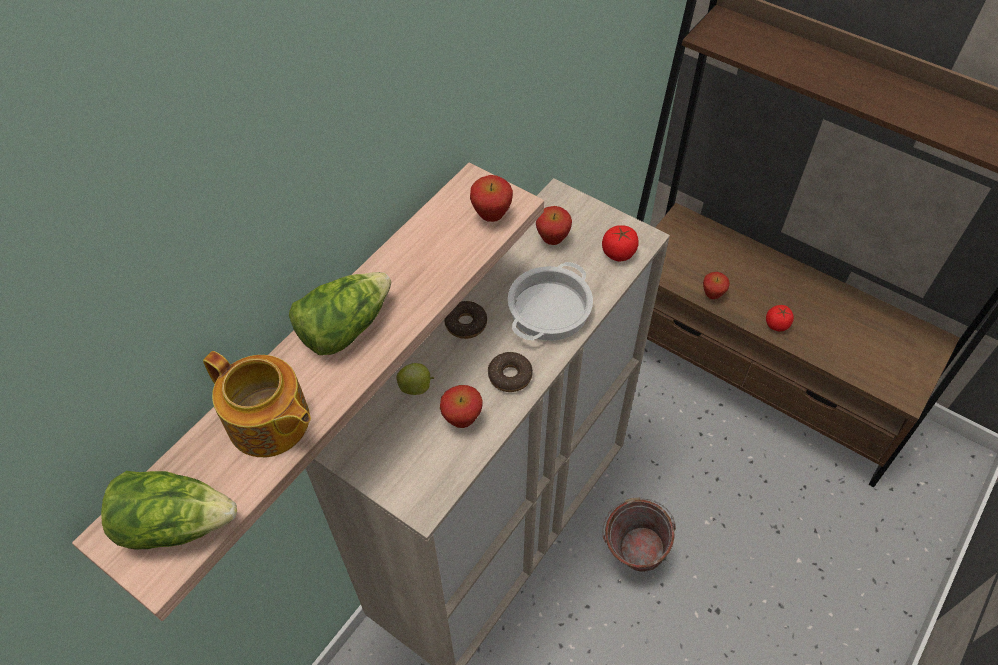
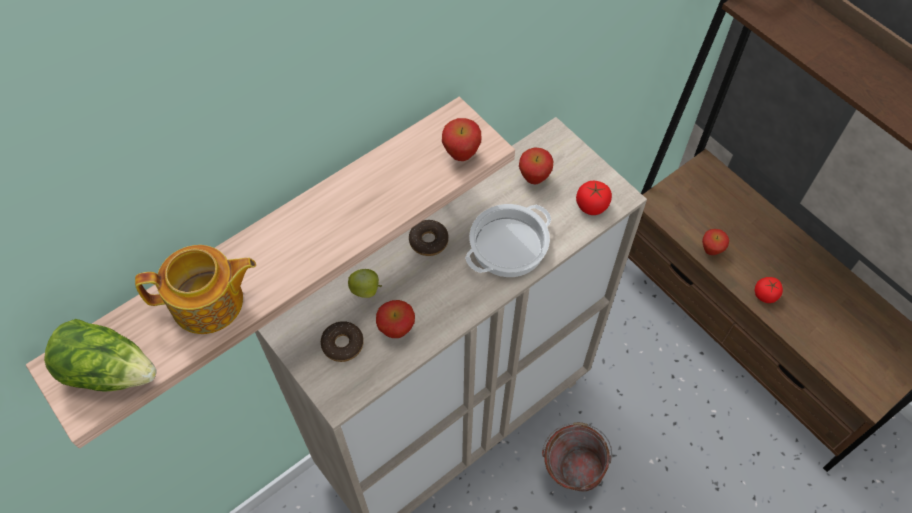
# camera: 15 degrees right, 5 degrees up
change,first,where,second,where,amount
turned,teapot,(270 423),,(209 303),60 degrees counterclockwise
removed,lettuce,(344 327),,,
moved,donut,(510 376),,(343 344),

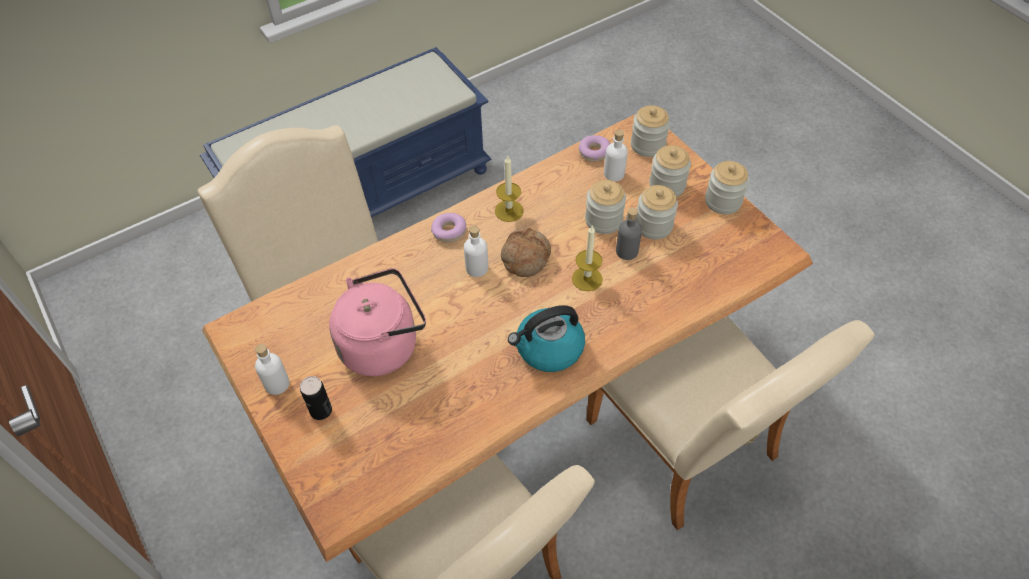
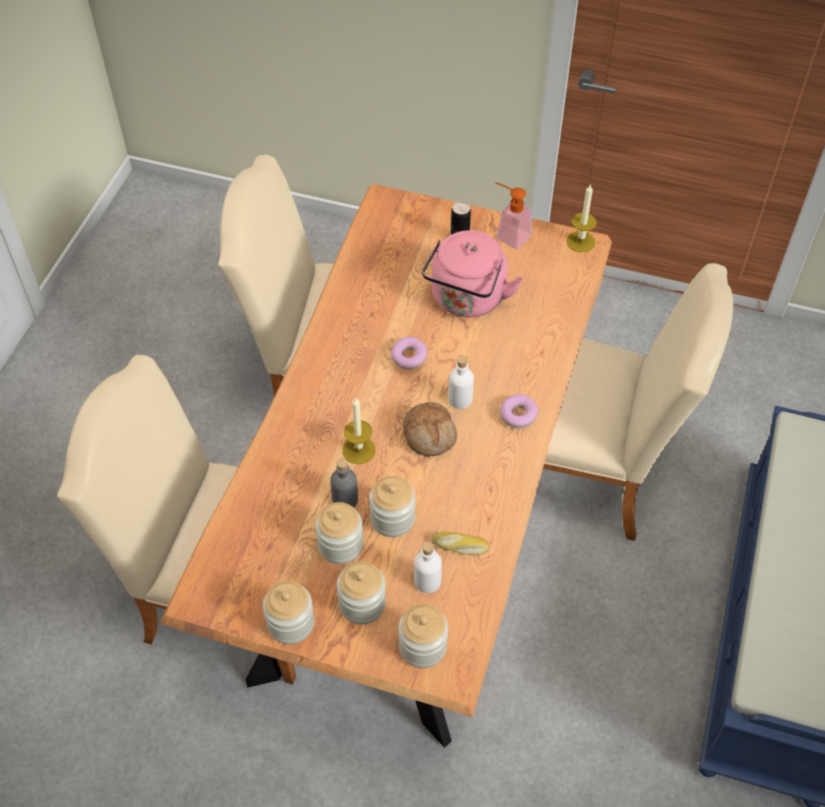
# camera: 140 degrees right, 0 degrees up
change,first,where,second,where,amount
replaced,white bottle,(277 384),soap dispenser,(508 235),
moved,candle,(509 210),,(580 241),
removed,kettle,(548 349),,,
moved,donut,(594 152),,(409 357),
added,,,bread,(460 547),

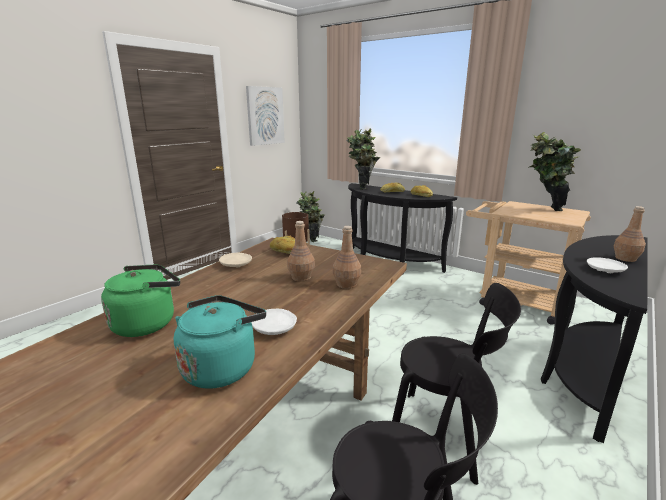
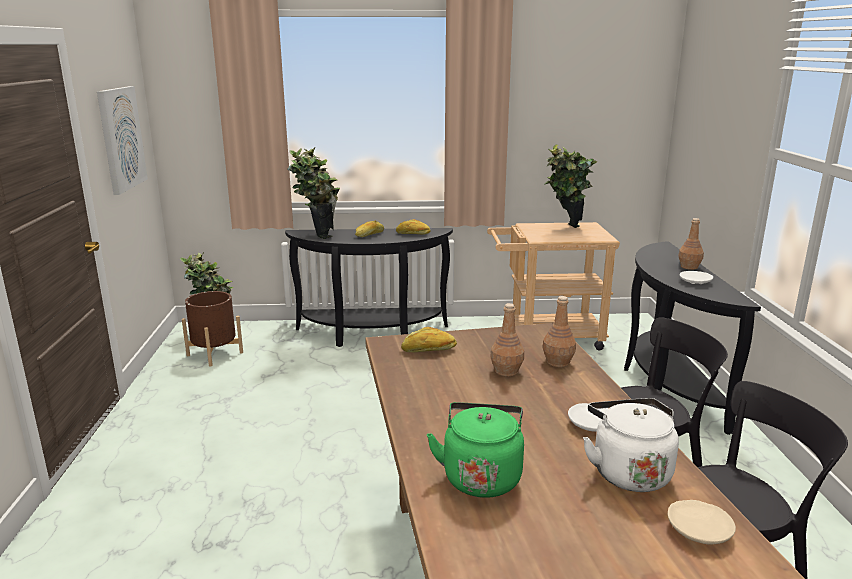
# camera: 40 degrees left, 0 degrees up
change,first,where,second,where,amount
recoloured,turquoise kettle,(222 367),white kettle,(628 471),
moved,beige plate,(236 264),,(699 530),

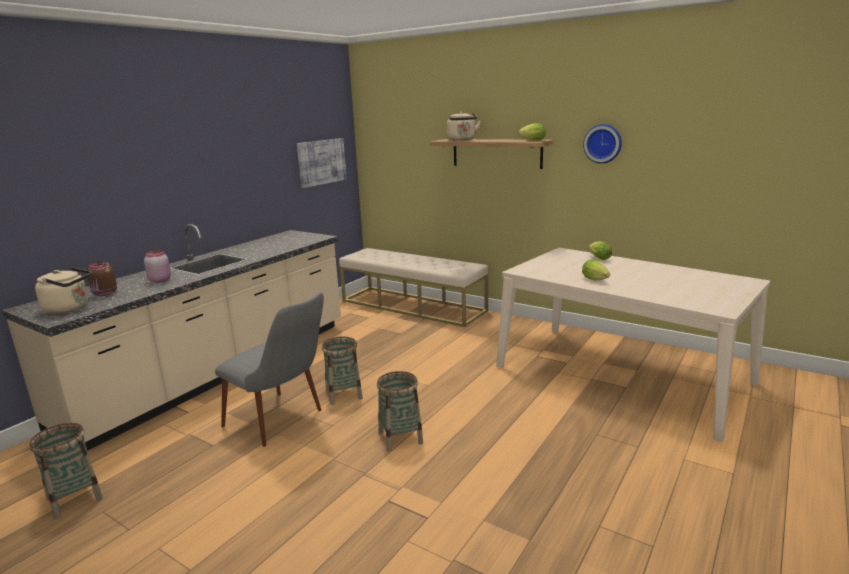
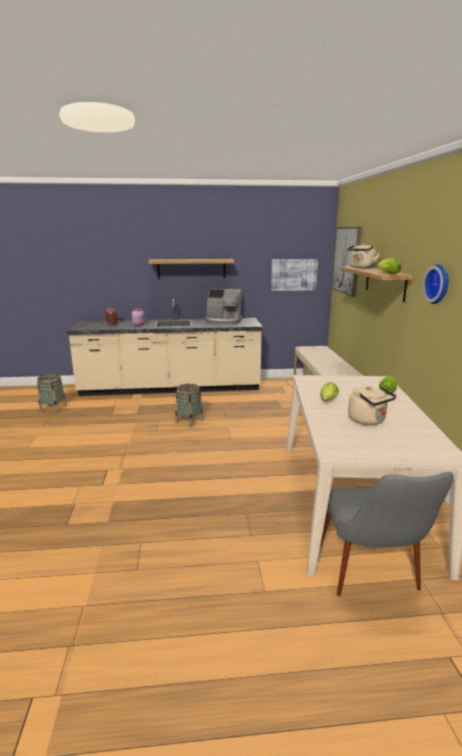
# camera: 50 degrees right, 0 degrees up
change,first,where,second,where,amount
moved,beige kettle,(69 308),,(368 421),
moved,grey chair,(283 423),,(372 579),
removed,basket,(400 438),,,
added,,,shelf,(191 268),
added,,,coffee machine,(223 322),
added,,,picture,(346 260),

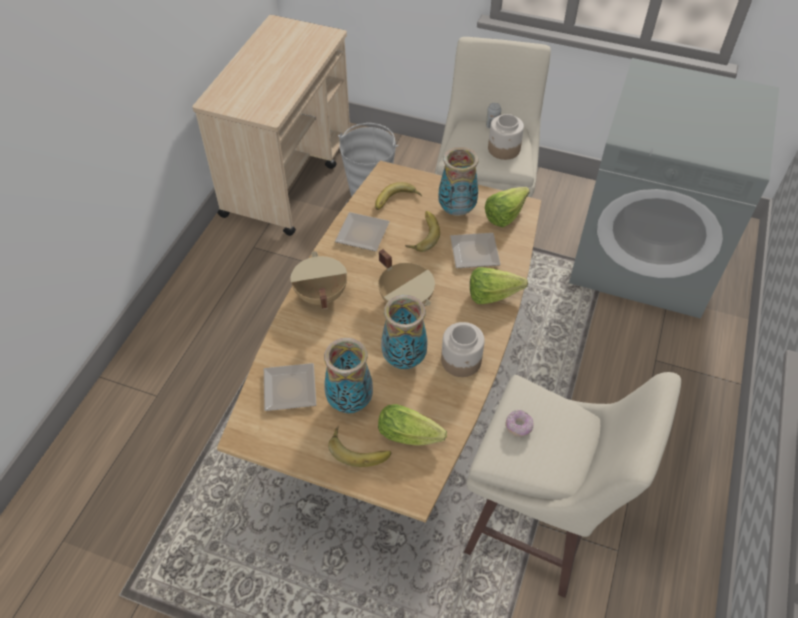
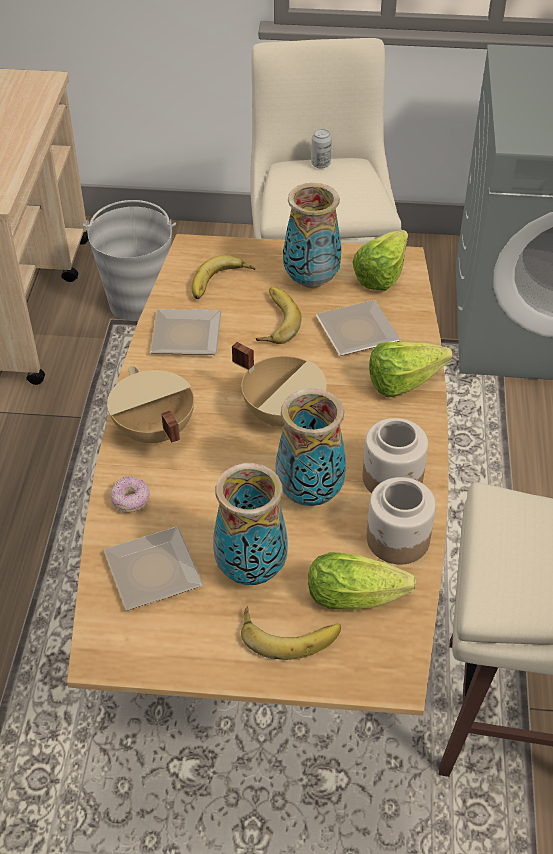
# camera: 15 degrees left, 5 degrees down
change,first,where,second,where,amount
moved,jar,(503 149),,(398 540),
moved,donut,(518 427),,(131 501),

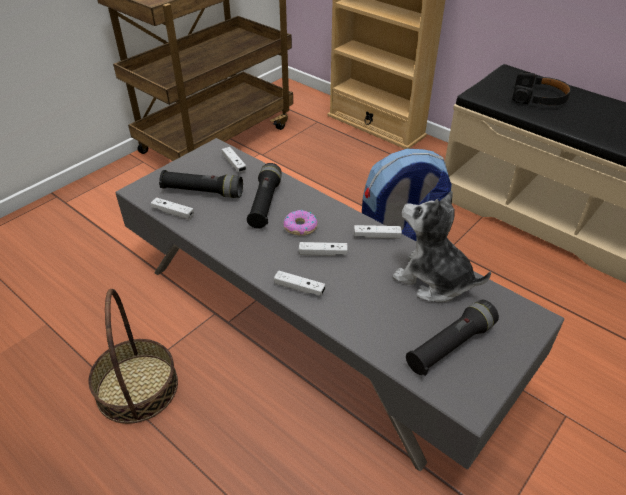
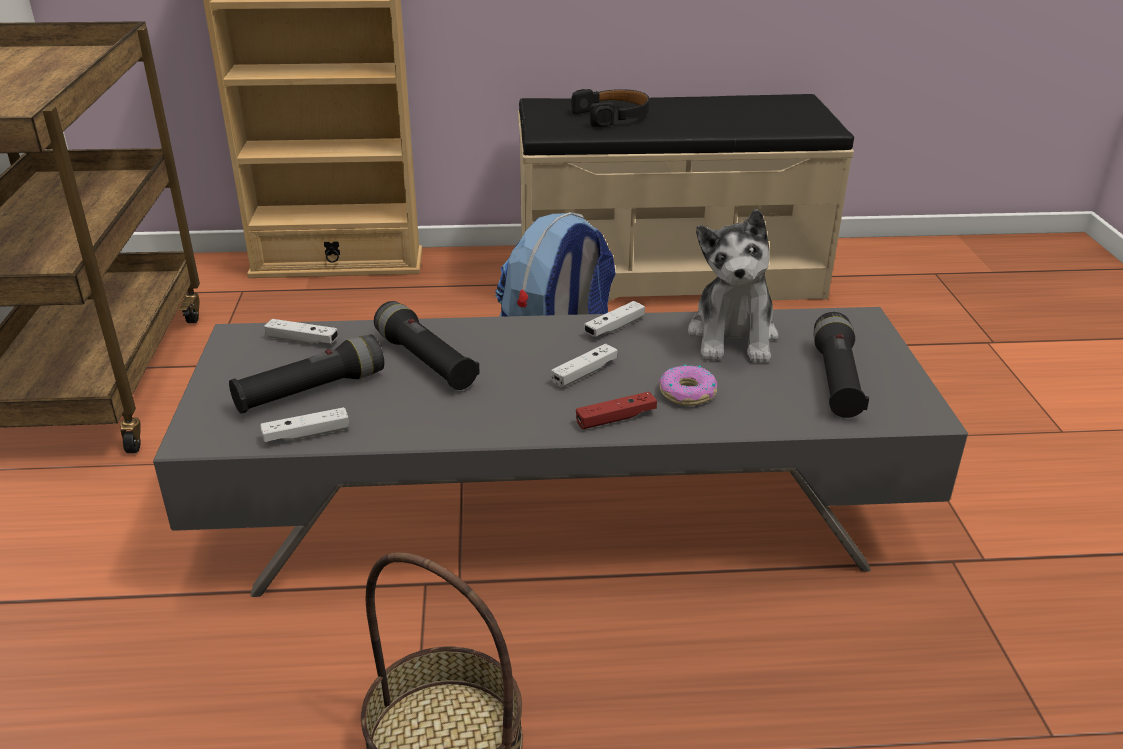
# camera: 45 degrees left, 10 degrees down
change,first,where,second,where,amount
recoloured,white game controller,(299 288),red game controller,(616 418),
moved,donut,(300 227),,(687 393),
turned,plush toy,(433 280),,(733 336),75 degrees counterclockwise

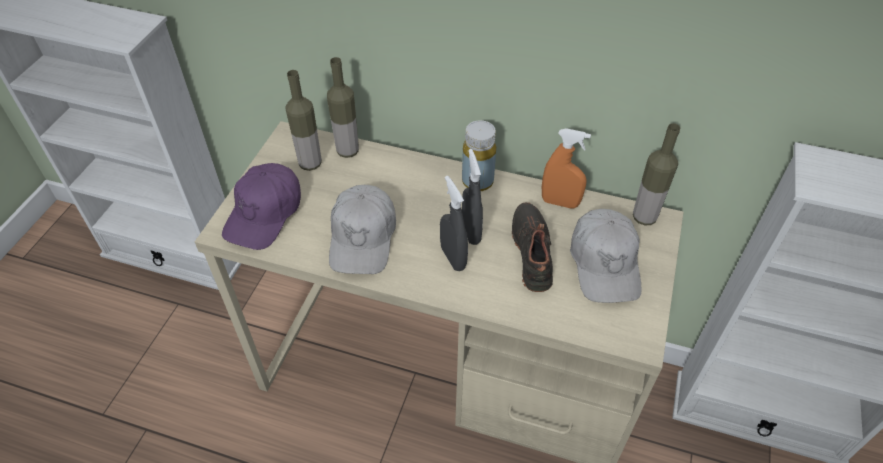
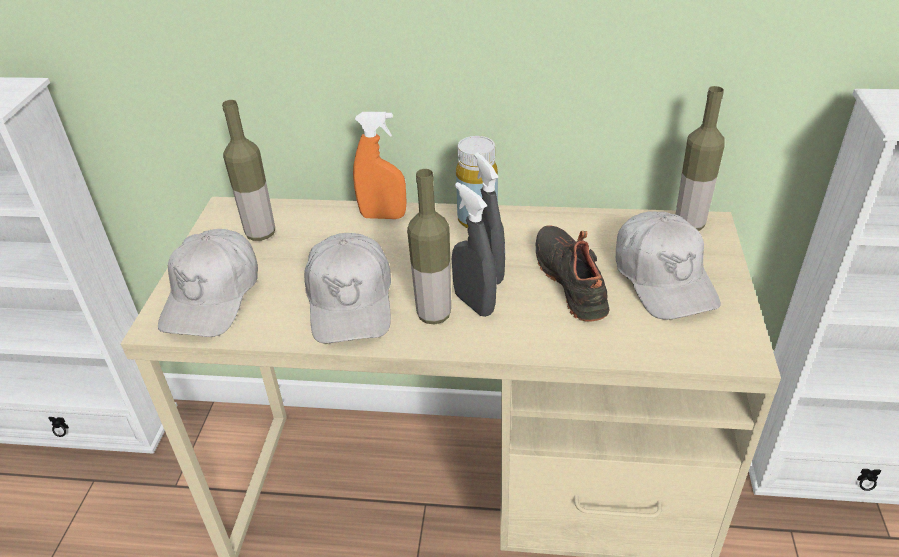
# camera: 10 degrees left, 10 degrees down
change,first,where,second,where,amount
recoloured,purple cap,(265 214),white cap,(213 296),
moved,bottle,(348 151),,(434 314),
moved,orange spray bottle,(560 202),,(383 216),

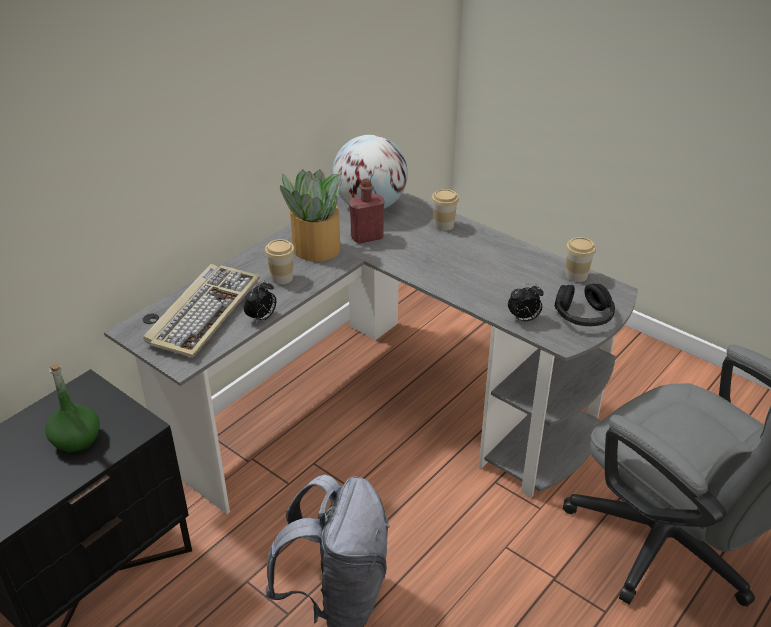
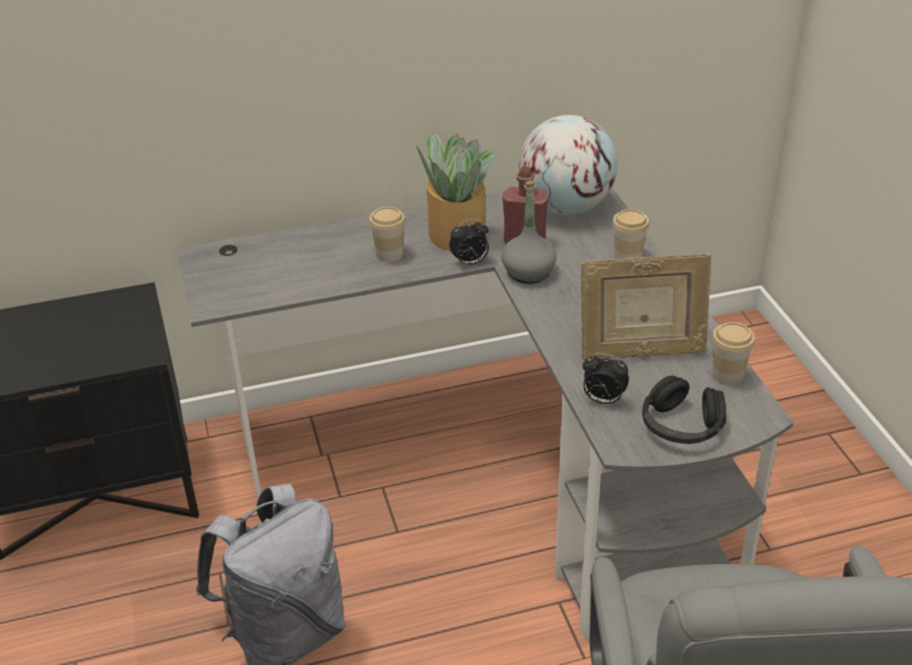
# camera: 35 degrees right, 0 degrees up
change,first,where,second,where,amount
removed,green bottle,(77 440),,,
removed,keyboard,(203 312),,,
moved,alarm clock,(262 318),,(470 263),
added,,,grey bottle,(528 272),
added,,,picture frame,(641 353),

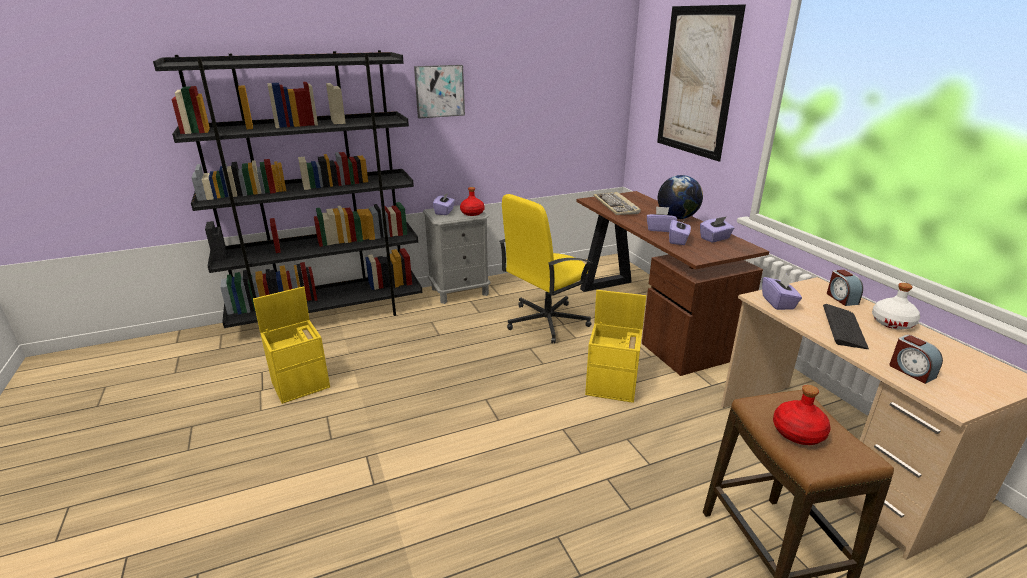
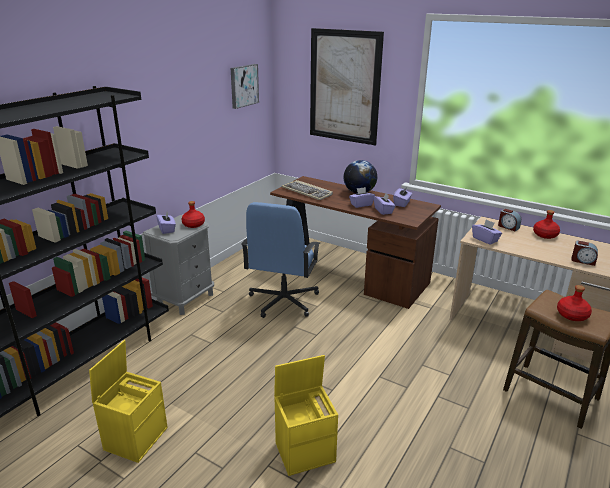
# camera: 35 degrees left, 0 degrees up
change,first,where,second,where,amount
moved,picture,(439 91),,(243 85),
recoloured,yellow office chair,(545 321),blue office chair,(283 301),
moved,yellow storage box,(612 386),,(306 451),
removed,keyboard,(843 328),,,
recoloured,white bottle,(892 322),red bottle,(545 235),

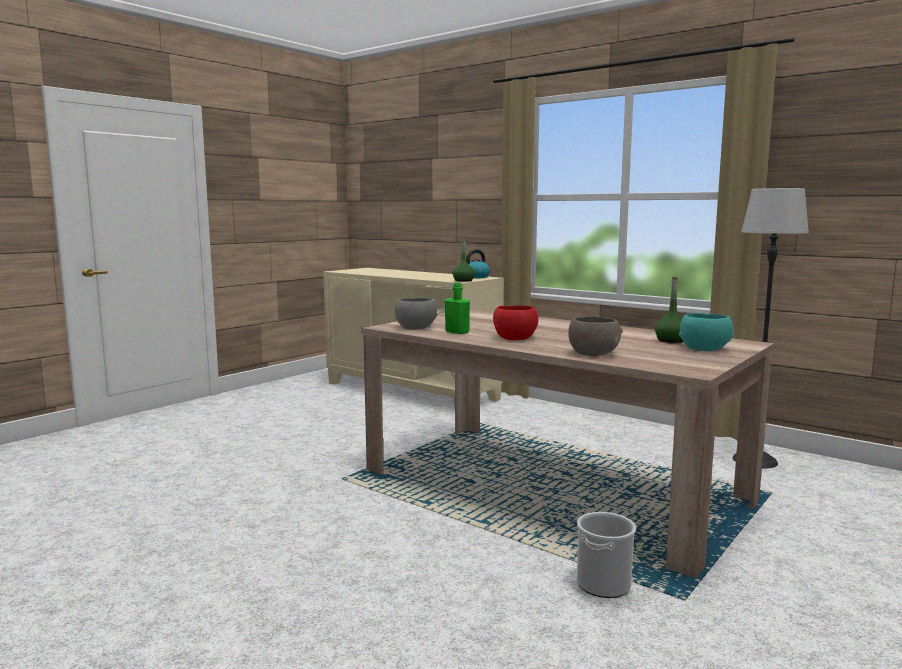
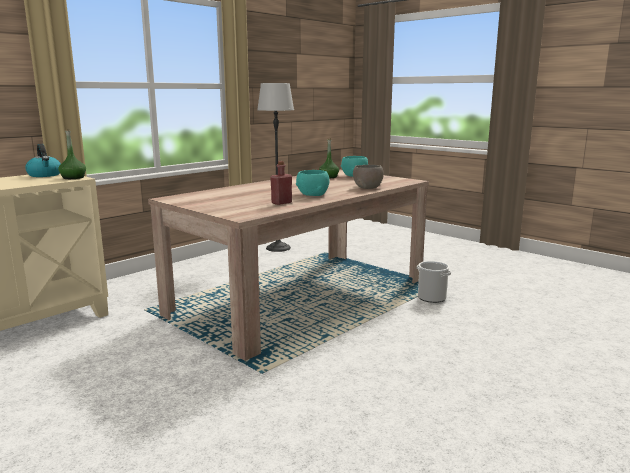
# camera: 85 degrees left, 5 degrees up
change,first,where,second,where,amount
removed,grey bowl,(415 327),,,
recoloured,green bottle,(457 332),red bottle,(281 203),
recoloured,red bowl,(514 338),turquoise bowl,(312 194),

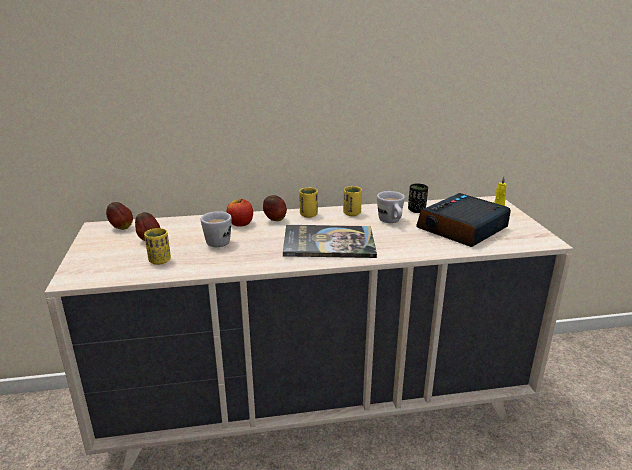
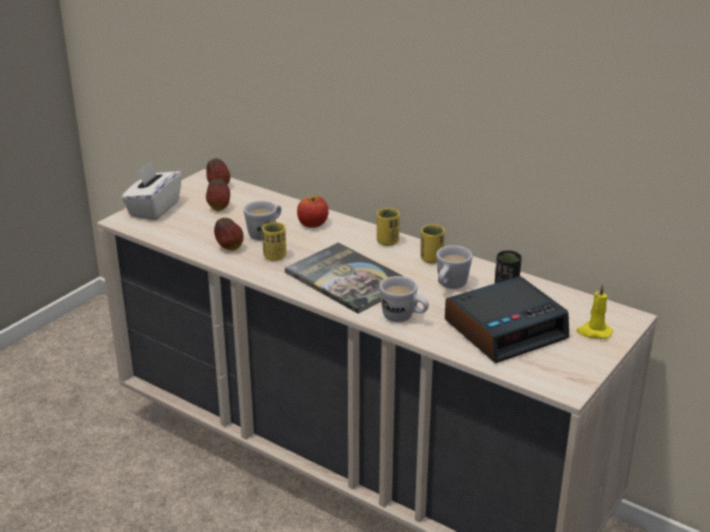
# camera: 45 degrees right, 5 degrees up
change,first,where,second,where,amount
moved,yellow cup,(159 261),,(275 256),
moved,apple,(275 220),,(229 248),
turned,alarm clock,(462 229),,(505 329),150 degrees clockwise
added,,,white tissue box,(154 209),
added,,,white mug,(404 318),

